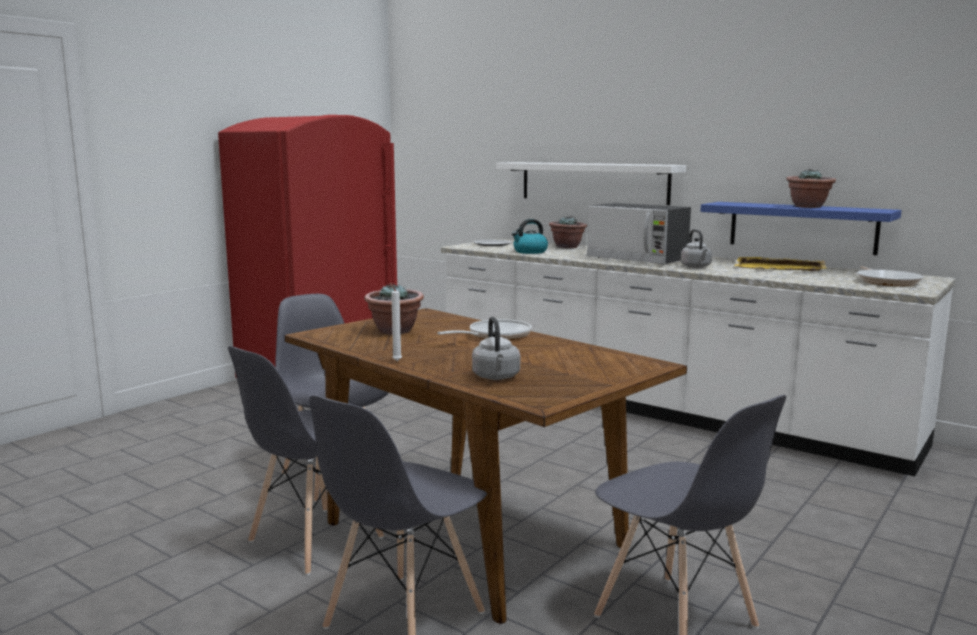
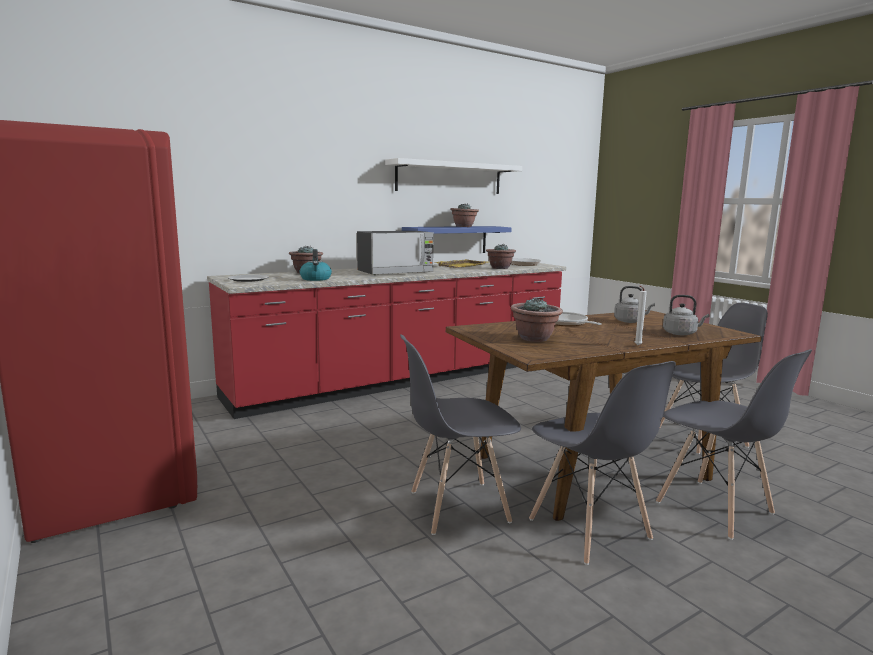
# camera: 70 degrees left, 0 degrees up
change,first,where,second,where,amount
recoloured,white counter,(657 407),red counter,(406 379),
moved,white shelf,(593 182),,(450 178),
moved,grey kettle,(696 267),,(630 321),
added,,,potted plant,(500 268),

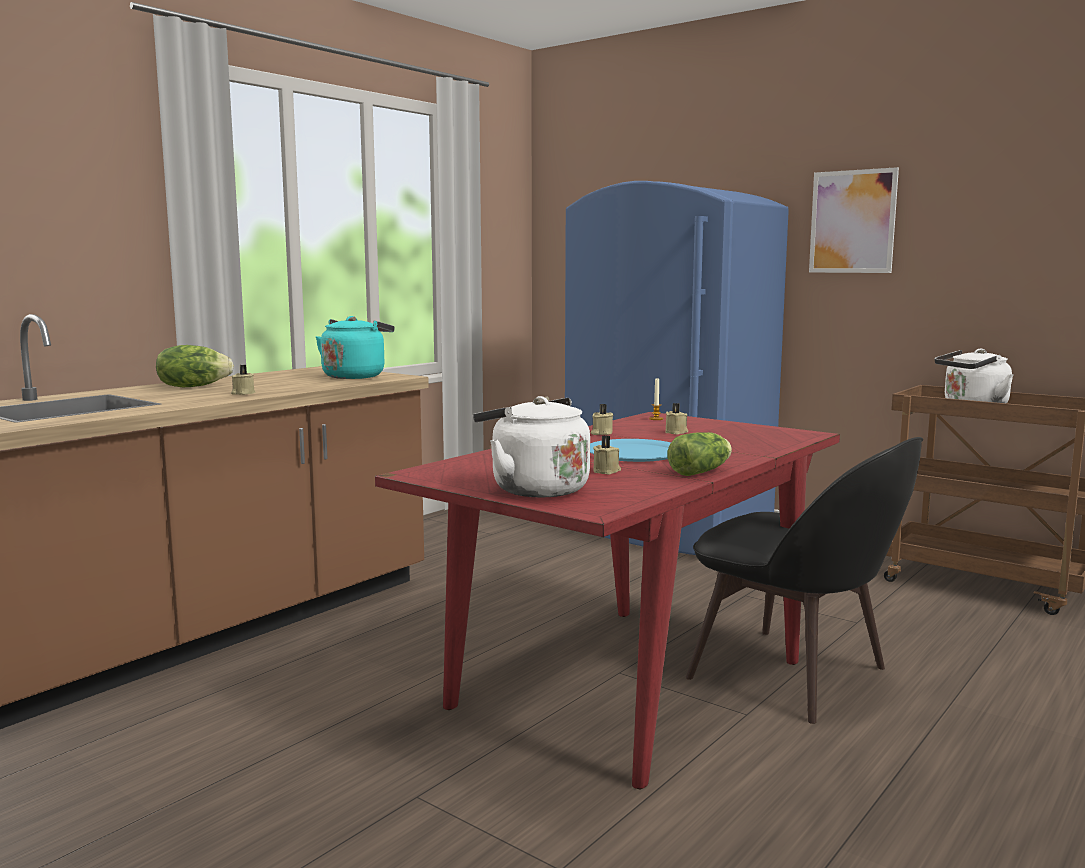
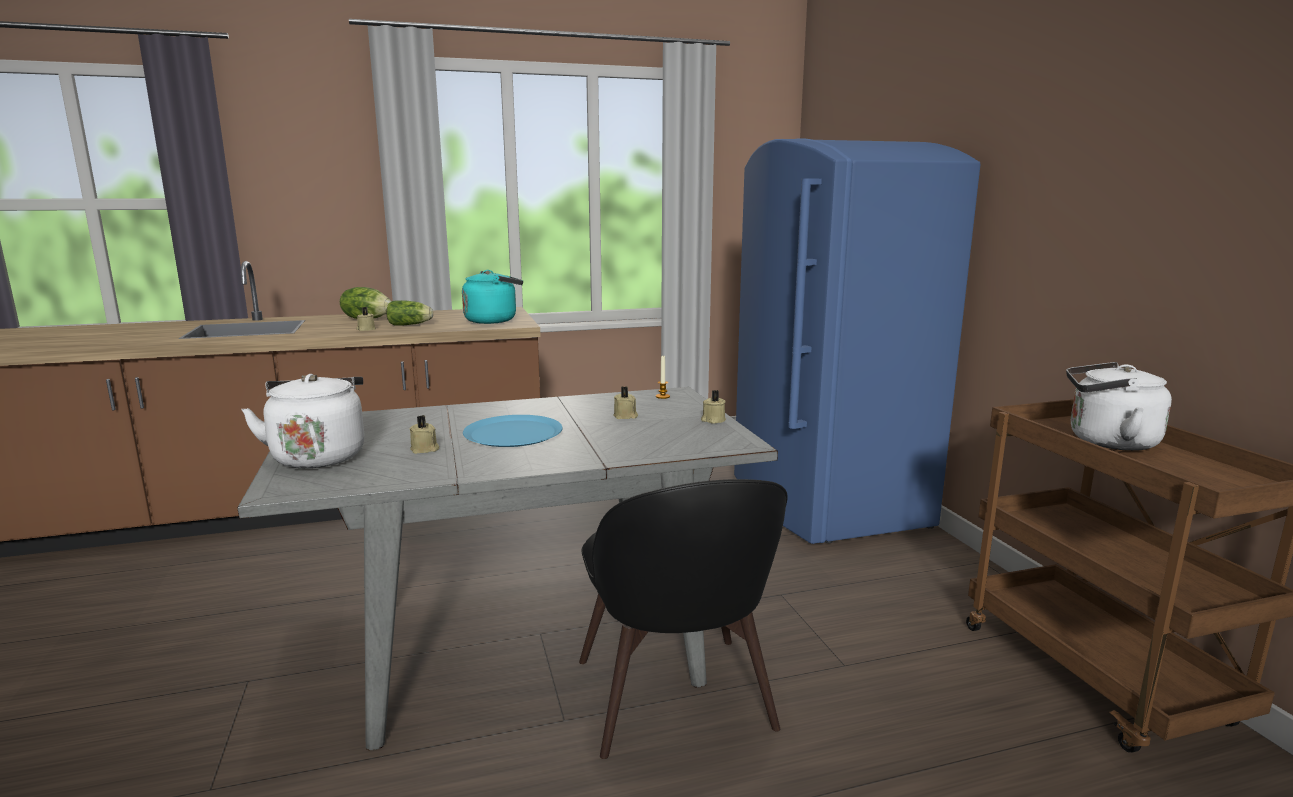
# camera: 35 degrees right, 5 degrees up
change,first,where,second,where,amount
recoloured,red dining table,(628 684),grey dining table,(527 648),
moved,beige candle,(601 433),,(713 420),
moved,lettuce,(702 471),,(411 325),
removed,picture,(852 222),,,

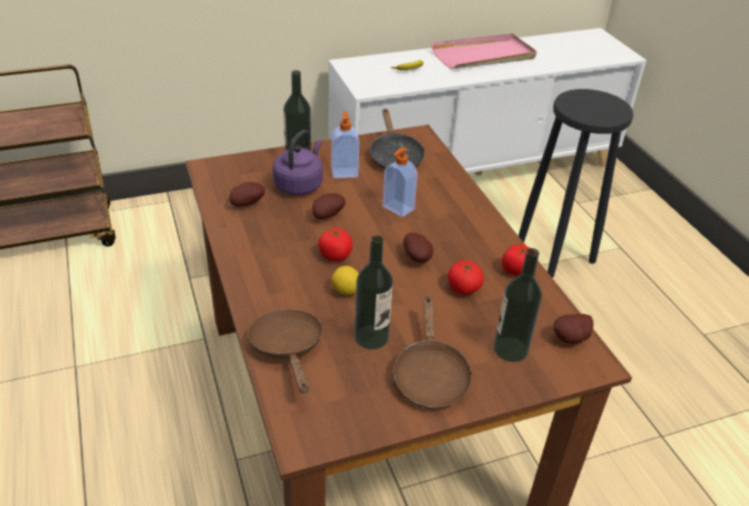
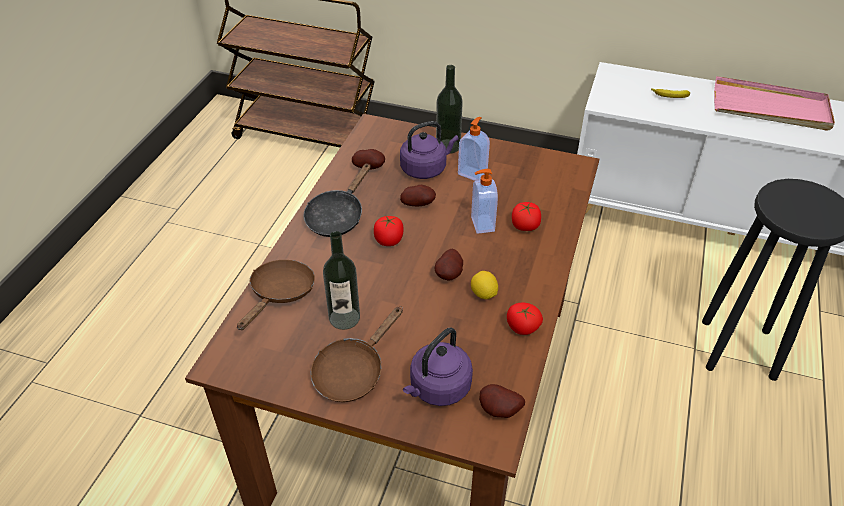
# camera: 40 degrees right, 5 degrees up
change,first,where,second,where,amount
moved,lemon,(346 291),,(483 294),
moved,black frying pan,(394 156),,(337 216),
moved,tomato,(463 288),,(525 226),
replaced,bottle,(510 349),purple kettle,(438 388),

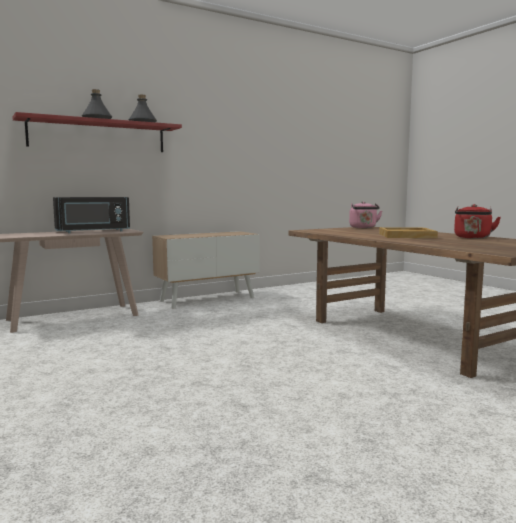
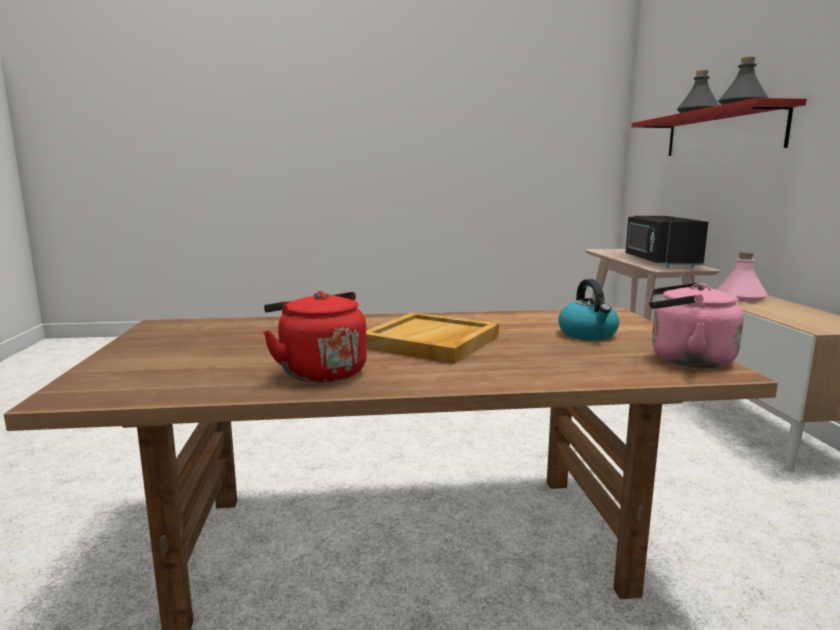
# camera: 115 degrees right, 5 degrees up
change,first,where,second,where,amount
added,,,kettle,(588 334),
added,,,pink bottle,(740 297),

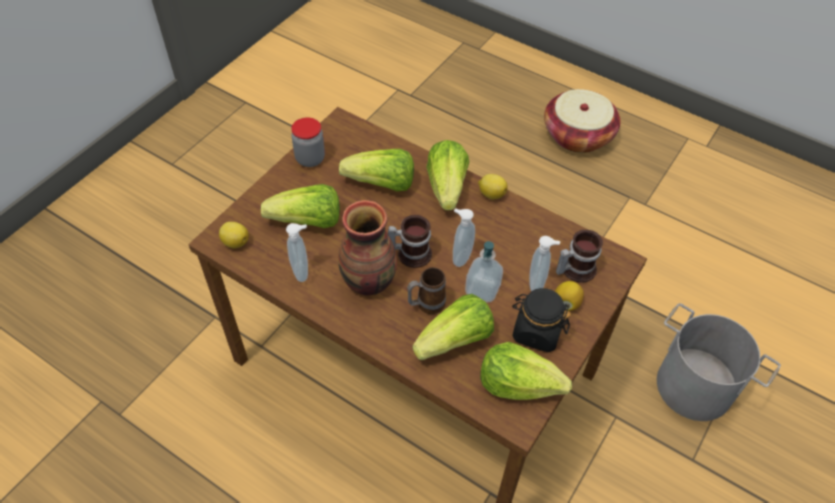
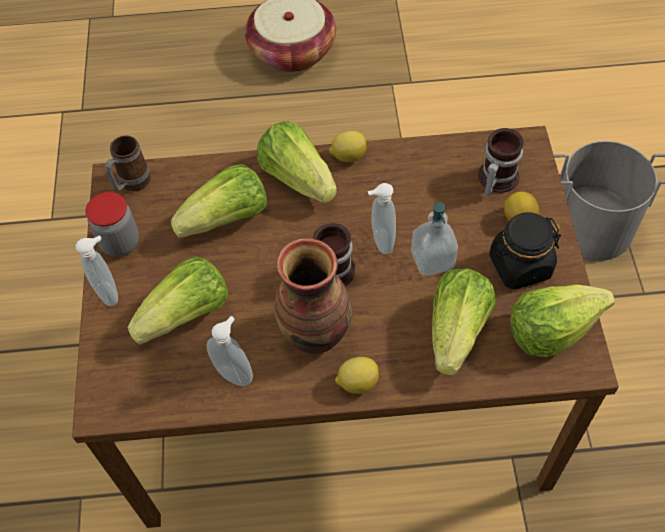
# camera: 35 degrees left, 5 degrees up
change,first,where,second,where,amount
moved,lemon,(235 242),,(357 382),
moved,mug,(425 305),,(131 184),
moved,soap dispenser,(538 284),,(109 292),

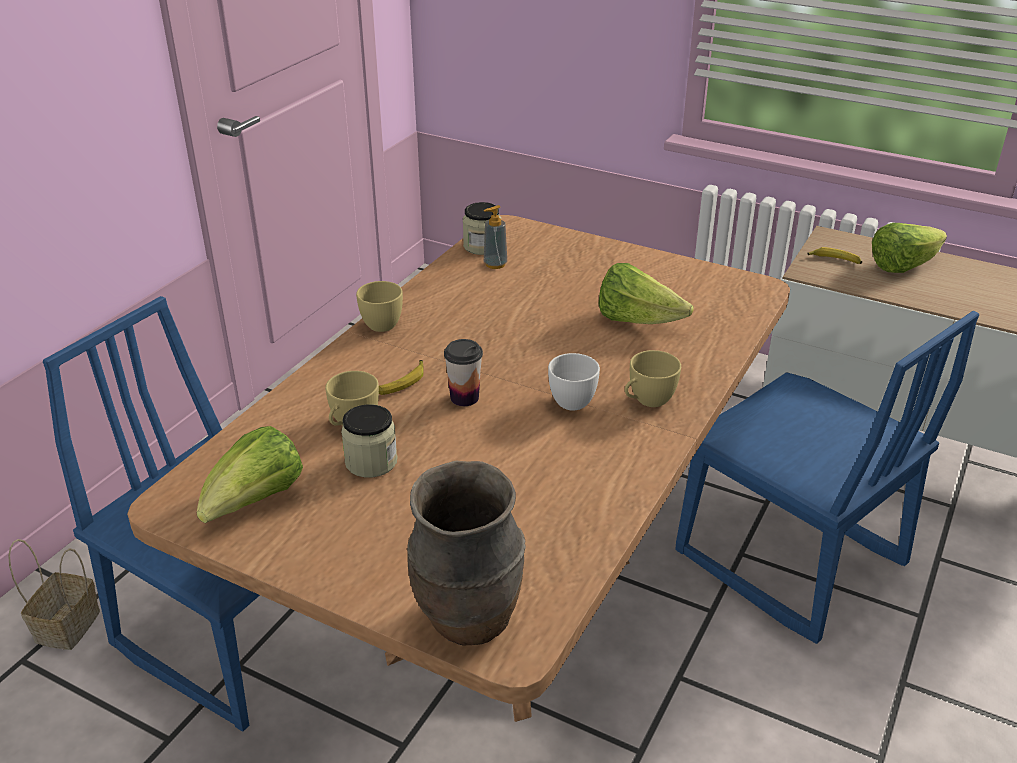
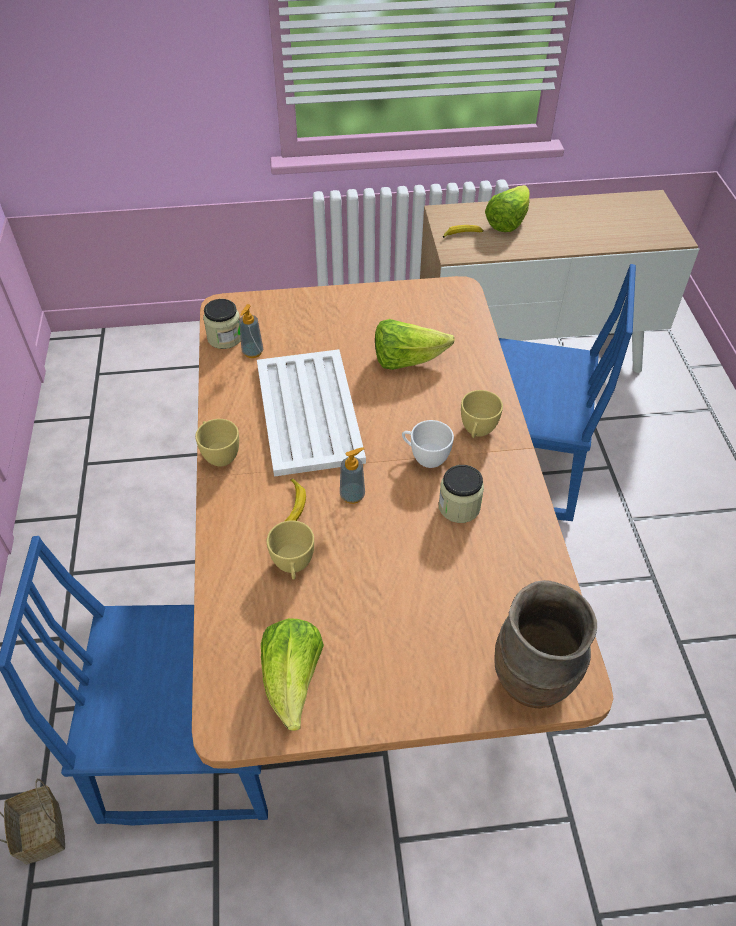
# camera: 35 degrees left, 15 degrees up
change,first,where,second,where,amount
moved,jar,(371 462),,(459 507),
replaced,cup,(464 398),soap dispenser,(352 495),
added,,,white tray,(309 410),

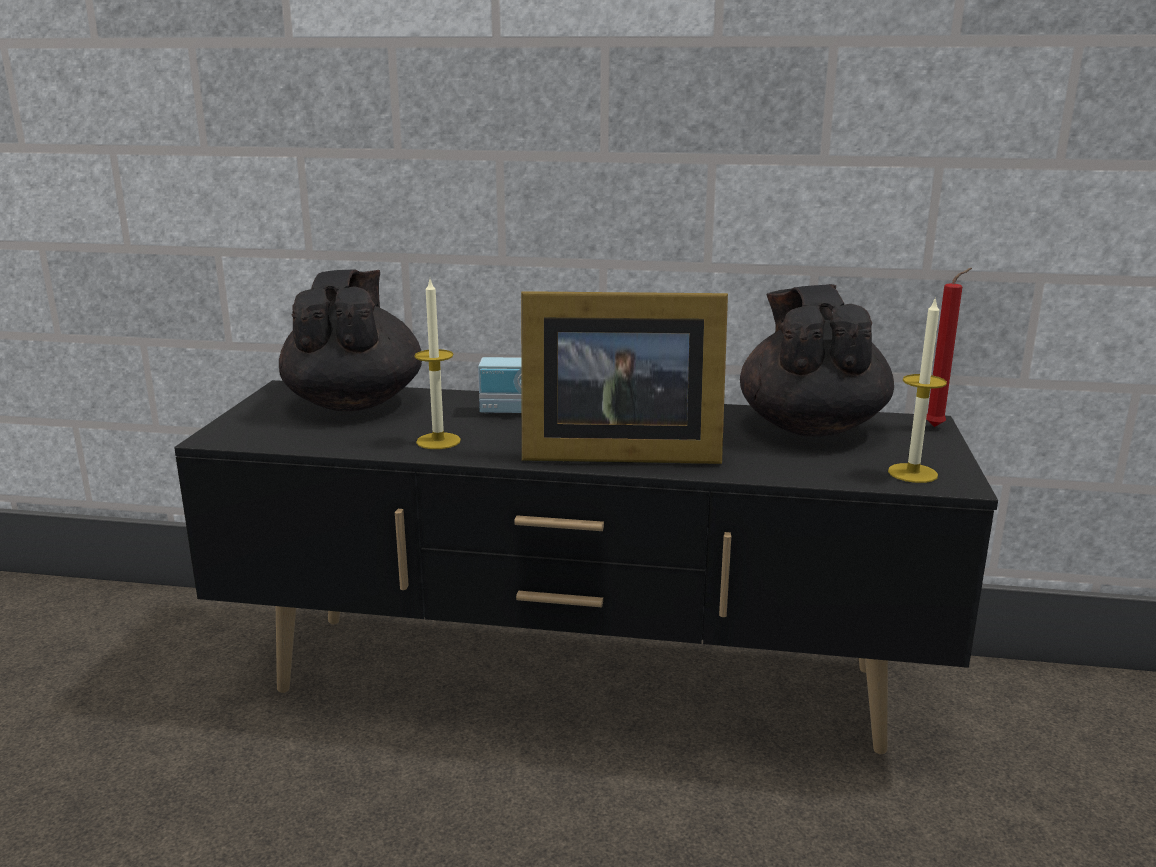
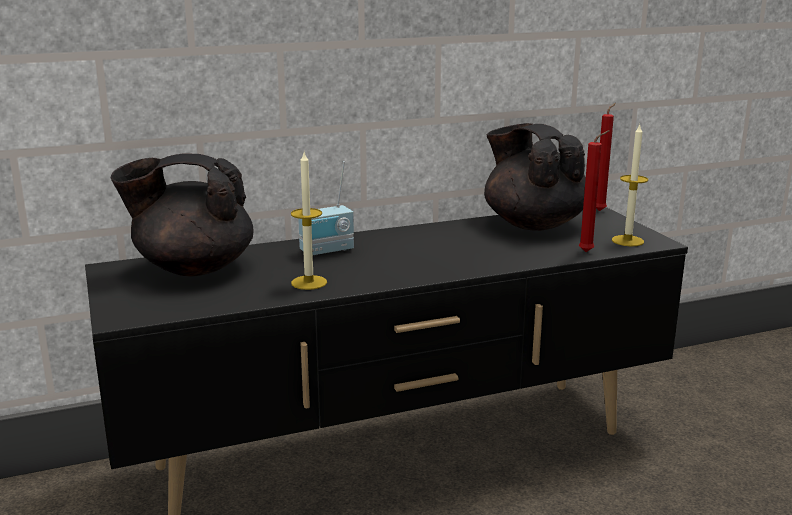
# camera: 30 degrees left, 0 degrees up
change,first,where,second,where,amount
turned,black teapot,(355 402),,(193 268),60 degrees counterclockwise
removed,picture frame,(614 452),,,
added,,,red candle,(588 252),

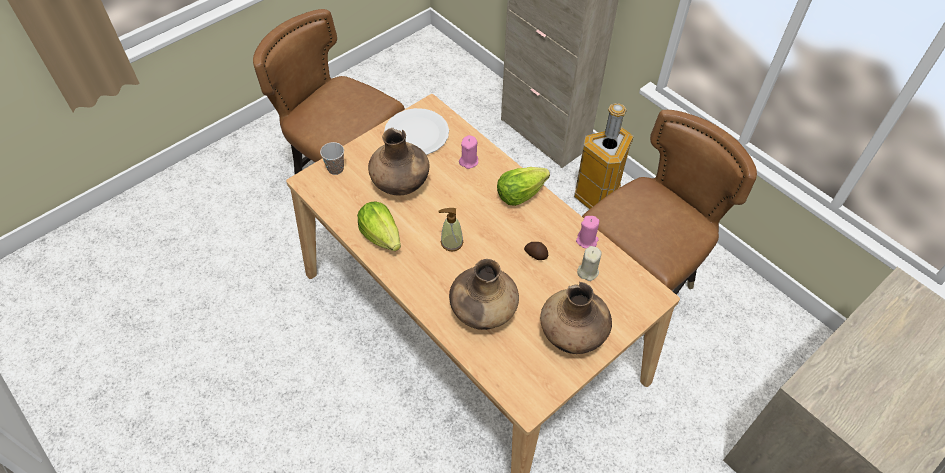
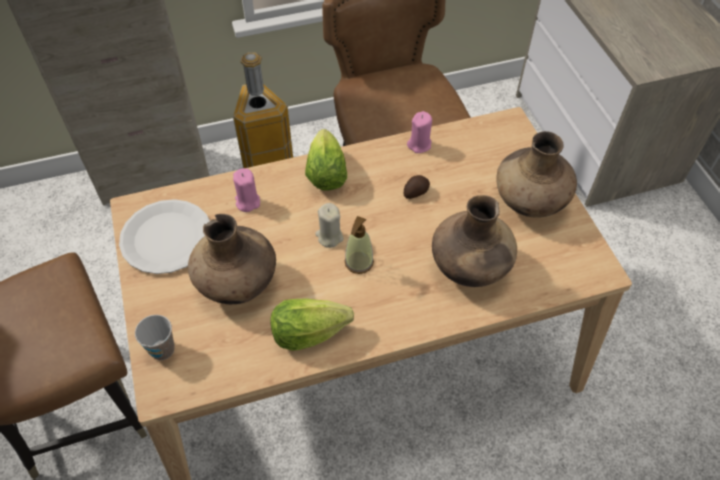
# camera: 65 degrees left, 0 degrees up
change,first,where,second,where,amount
moved,beige candle,(587 271),,(329 237),

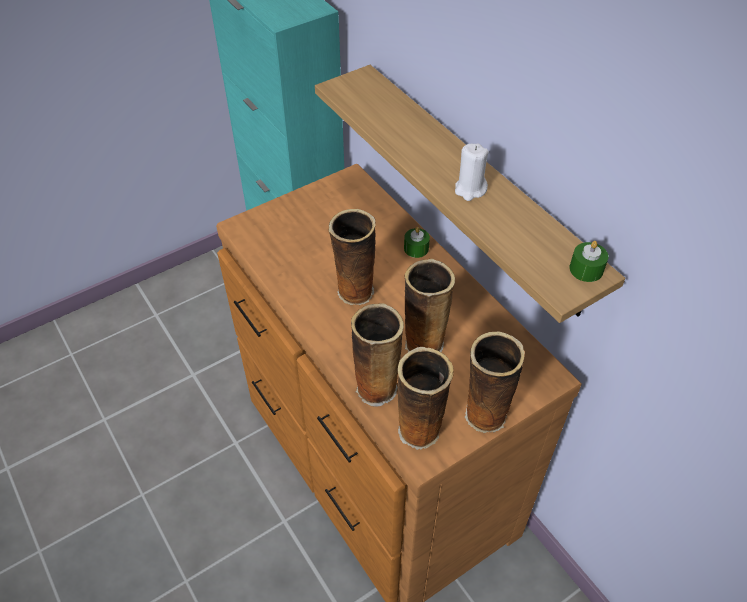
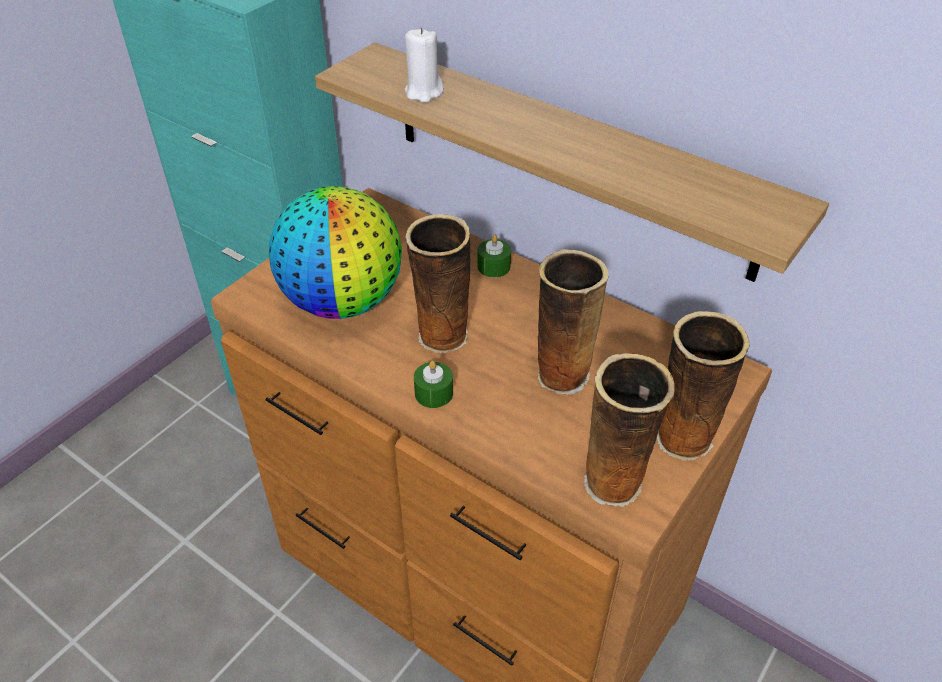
# camera: 20 degrees left, 5 degrees down
change,first,where,second,where,amount
removed,vase,(376 387),,,
moved,white candle,(470 189),,(424 92),
moved,green candle,(586 269),,(434 393),
added,,,globe,(343 301),

